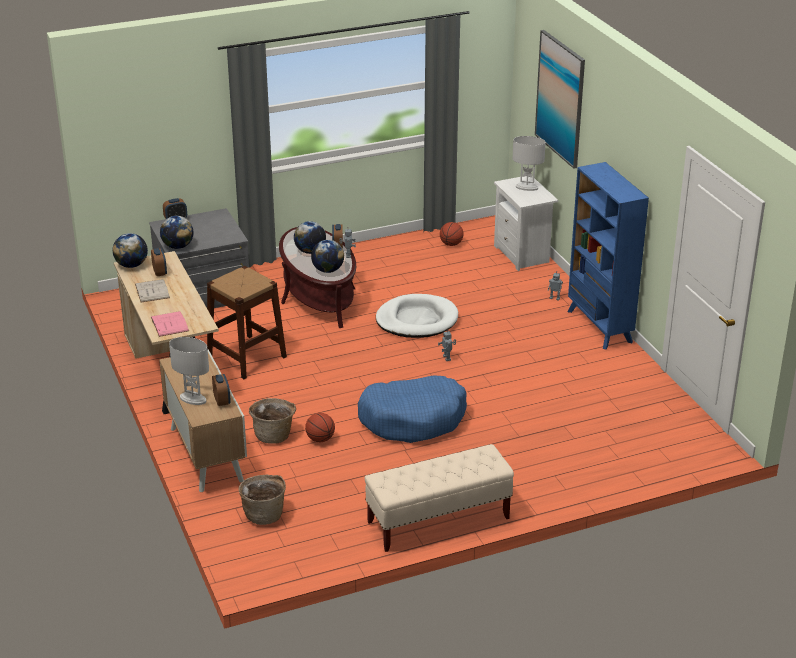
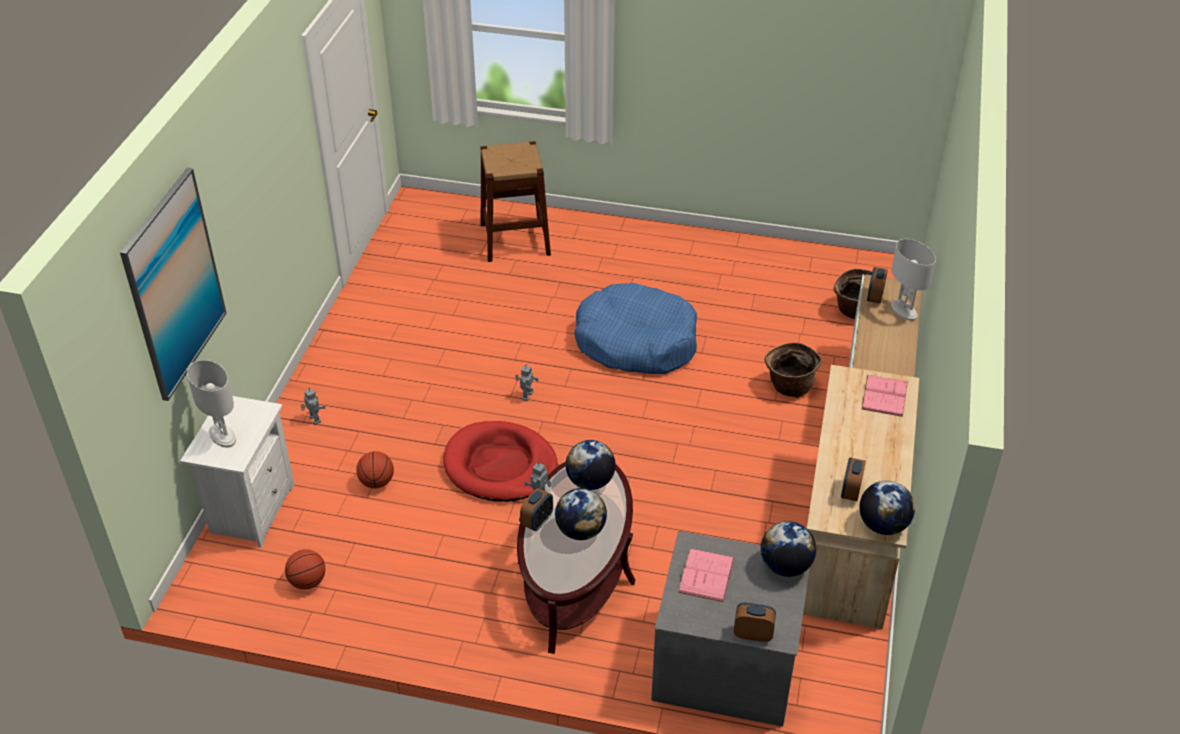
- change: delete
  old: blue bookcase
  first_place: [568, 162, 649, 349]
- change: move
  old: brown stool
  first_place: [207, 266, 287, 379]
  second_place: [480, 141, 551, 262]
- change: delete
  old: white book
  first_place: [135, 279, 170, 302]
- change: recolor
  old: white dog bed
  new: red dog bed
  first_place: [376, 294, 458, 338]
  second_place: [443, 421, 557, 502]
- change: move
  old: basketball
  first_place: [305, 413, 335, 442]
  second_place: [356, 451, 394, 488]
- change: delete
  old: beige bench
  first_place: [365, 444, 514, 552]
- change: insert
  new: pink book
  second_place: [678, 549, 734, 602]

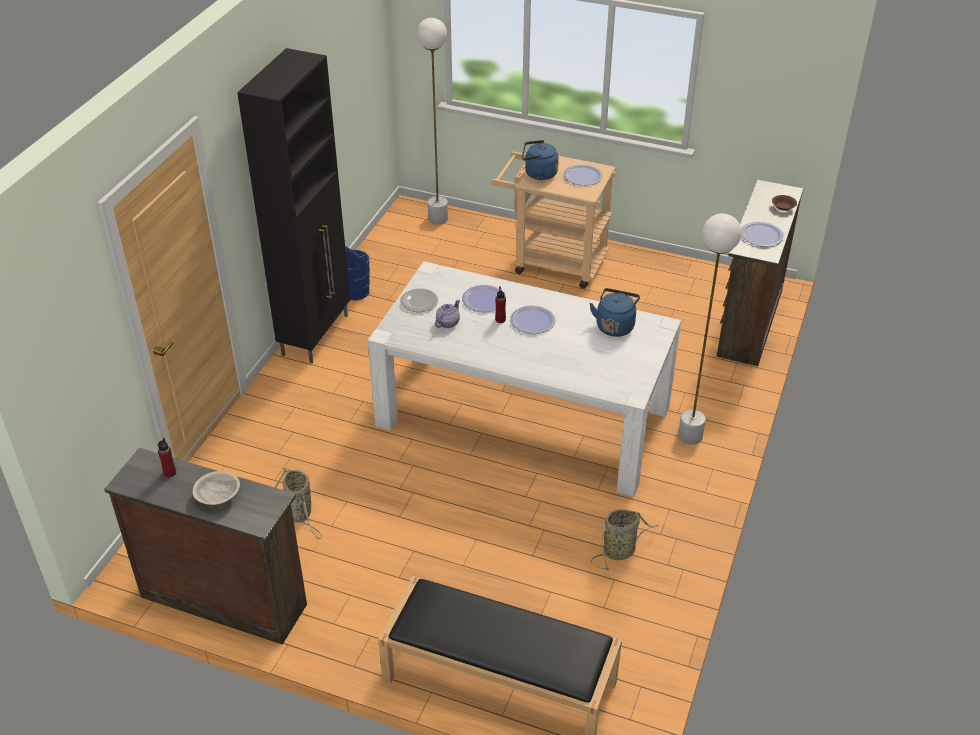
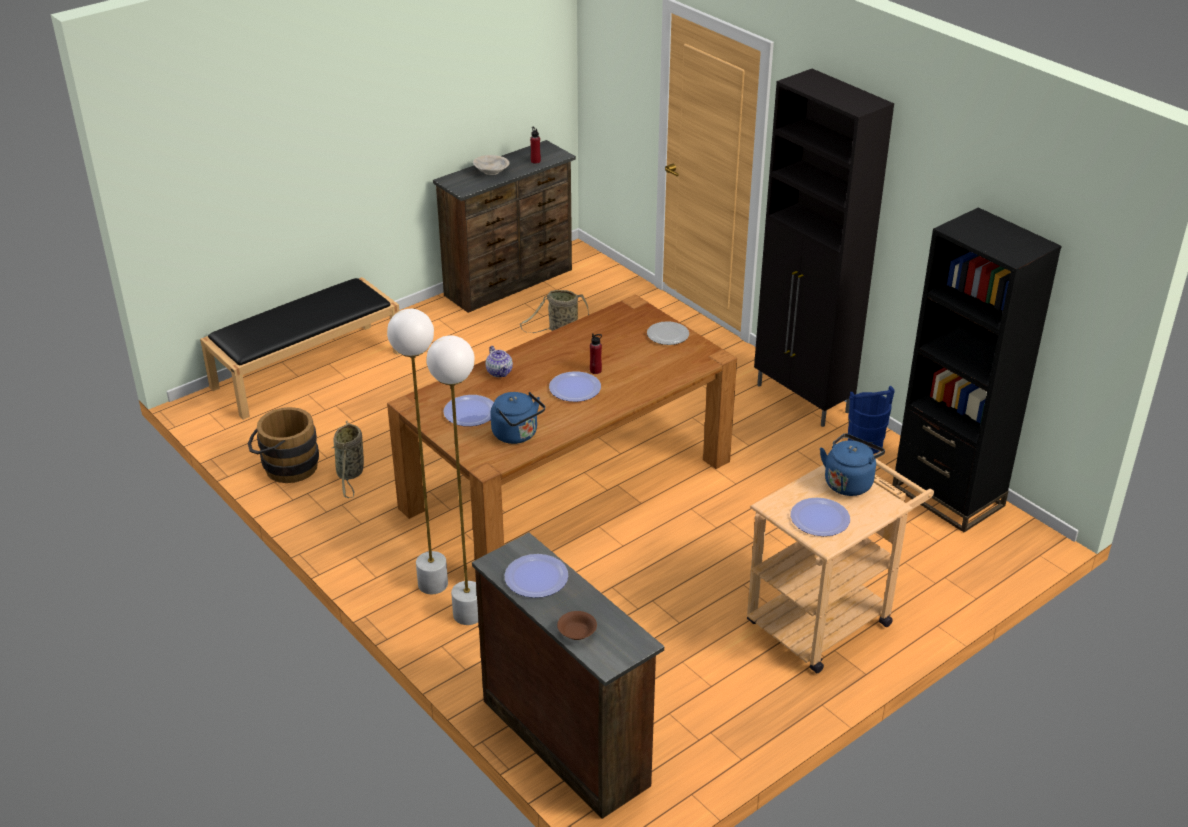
- change: move
  old: white floor lamp
  first_place: [417, 18, 448, 225]
  second_place: [426, 336, 479, 625]
- change: recolor
  old: white dining table
  new: brown dining table
  first_place: [368, 261, 681, 497]
  second_place: [387, 294, 737, 560]
- change: move
  old: plate
  first_place: [462, 285, 506, 312]
  second_place: [443, 395, 494, 426]
- change: move
  old: teapot
  first_place: [435, 300, 460, 328]
  second_place: [486, 346, 513, 377]
- change: insert
  new: black bookcase
  second_place: [892, 207, 1062, 532]
- change: insert
  new: brown bucket
  second_place: [248, 407, 319, 483]

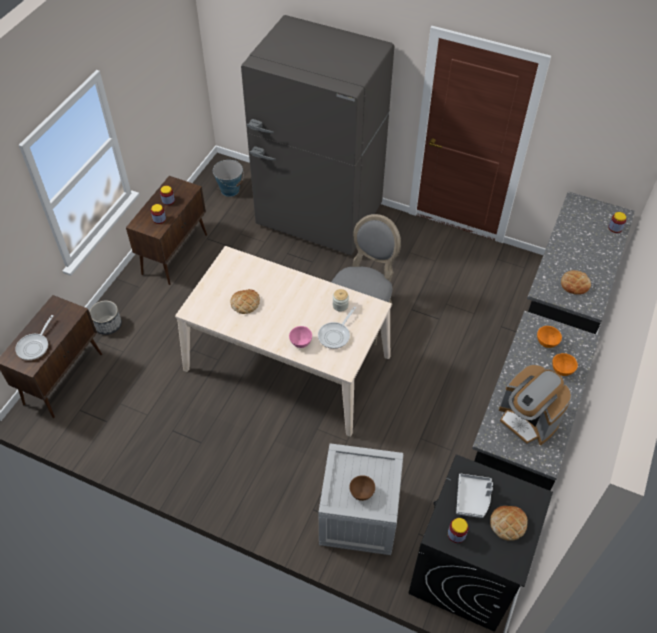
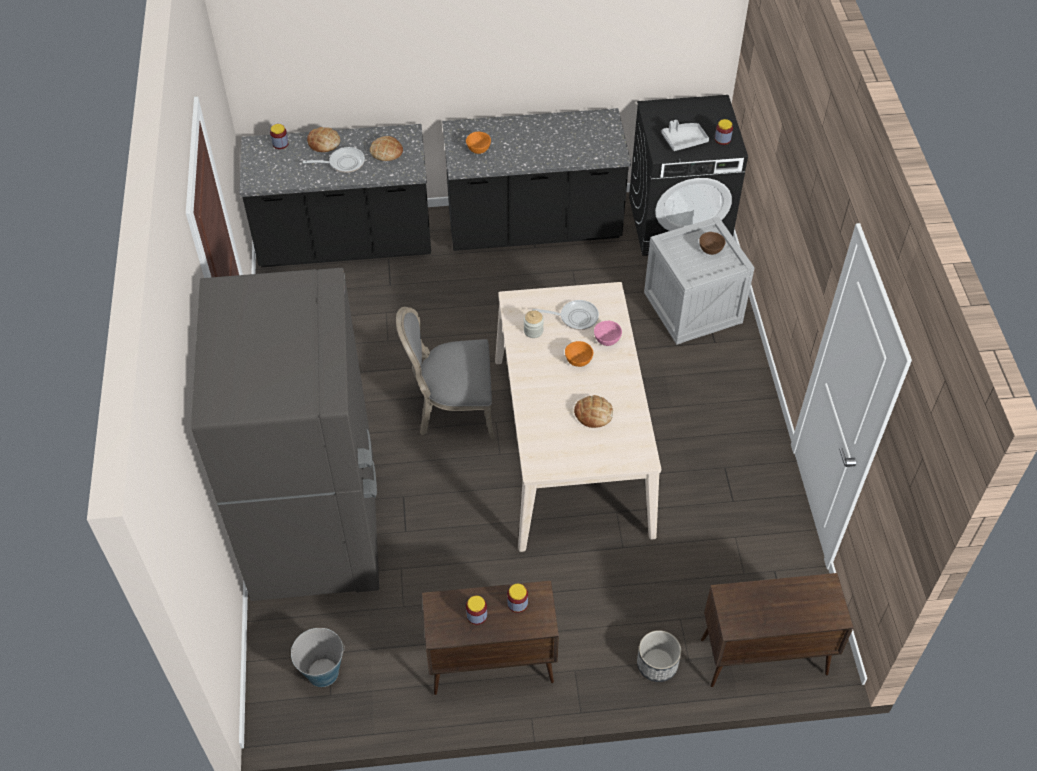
- change: move
  old: frying pan
  first_place: [15, 315, 54, 360]
  second_place: [303, 147, 365, 173]
- change: move
  old: orange bowl
  first_place: [552, 353, 578, 376]
  second_place: [565, 341, 593, 367]
- change: delete
  old: coffee machine
  first_place: [499, 365, 572, 445]
- change: move
  old: bread
  first_place: [490, 506, 528, 541]
  second_place: [307, 127, 340, 152]

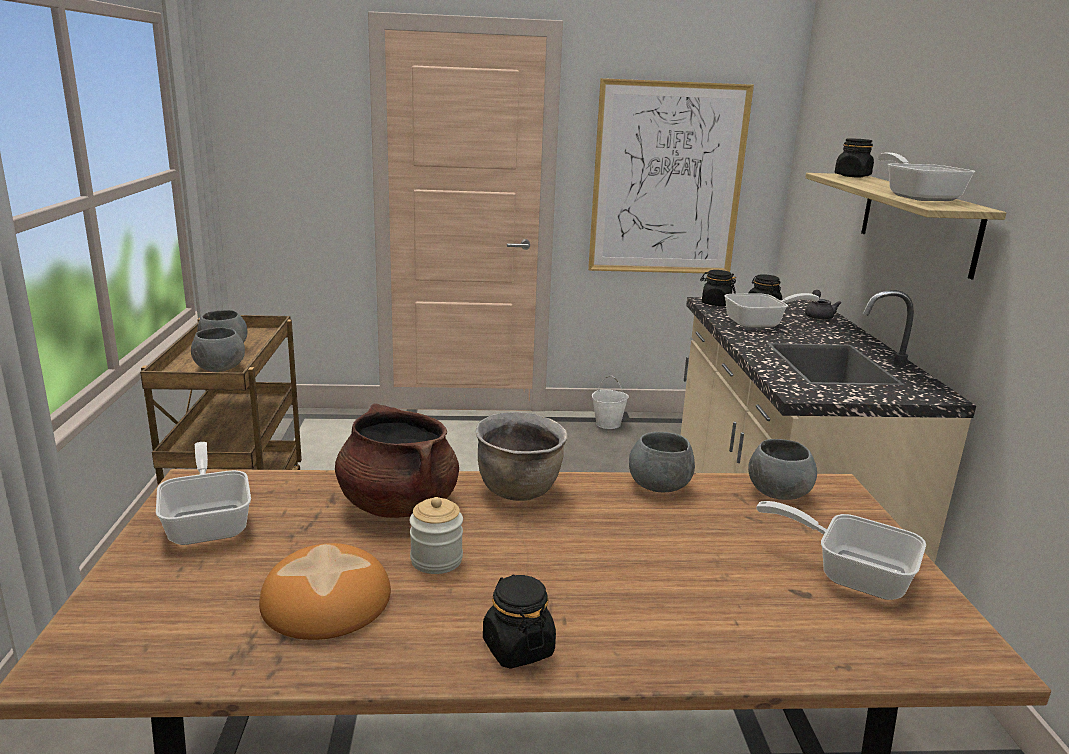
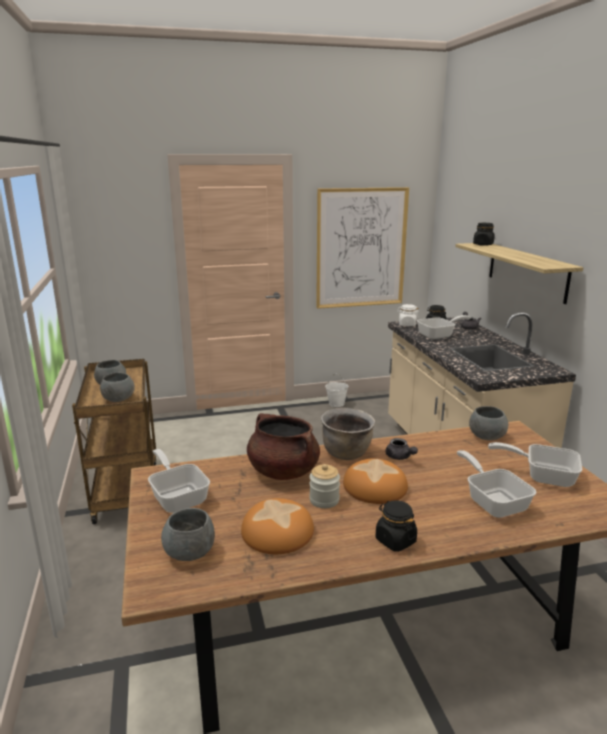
- change: move
  old: frying pan
  first_place: [878, 153, 975, 201]
  second_place: [457, 450, 536, 518]
- change: recolor
  old: black jar
  new: white jar
  first_place: [700, 270, 736, 306]
  second_place: [397, 304, 419, 326]
- change: move
  old: grey bowl
  first_place: [629, 432, 695, 492]
  second_place: [161, 508, 215, 561]
- change: insert
  new: grey teapot
  second_place: [386, 438, 418, 460]
- change: insert
  new: bread
  second_place: [343, 459, 408, 504]

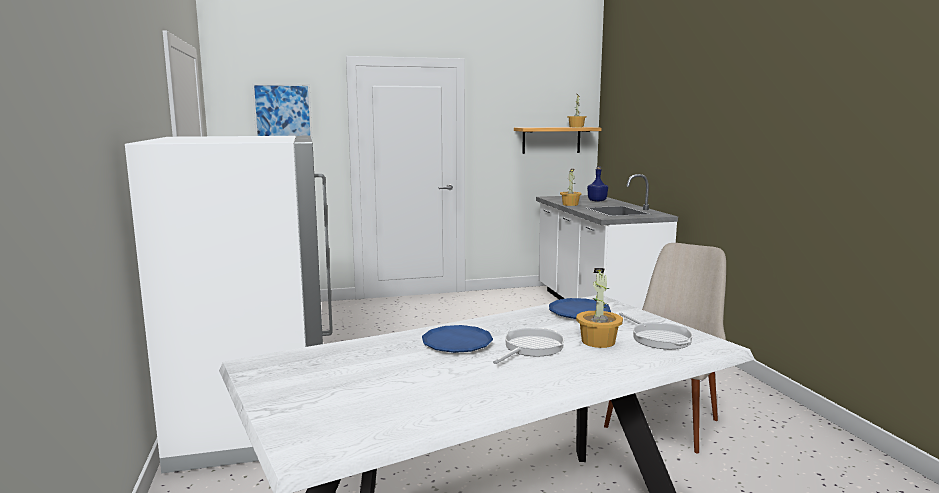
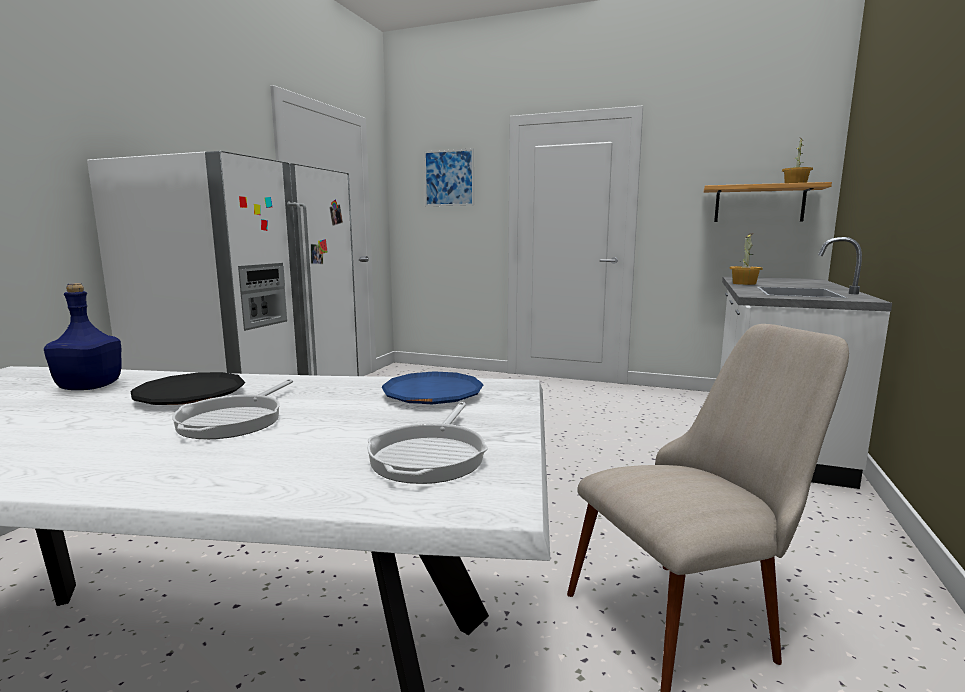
- change: move
  old: blue bottle
  first_place: [587, 166, 608, 201]
  second_place: [44, 283, 122, 390]
- change: delete
  old: potted plant
  first_place: [576, 268, 623, 348]
- change: recolor
  old: blue plate
  new: black plate
  first_place: [422, 325, 493, 353]
  second_place: [131, 372, 245, 405]
- change: rotate
  old: frying pan
  first_place: [493, 328, 564, 364]
  second_place: [172, 379, 293, 439]
  degrees: 120

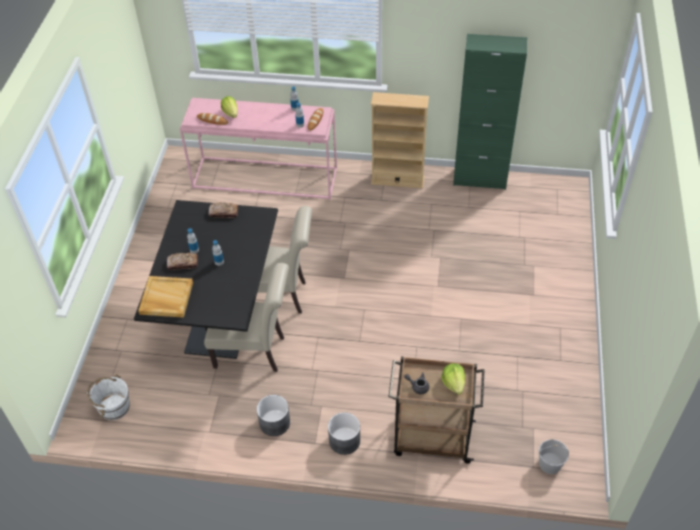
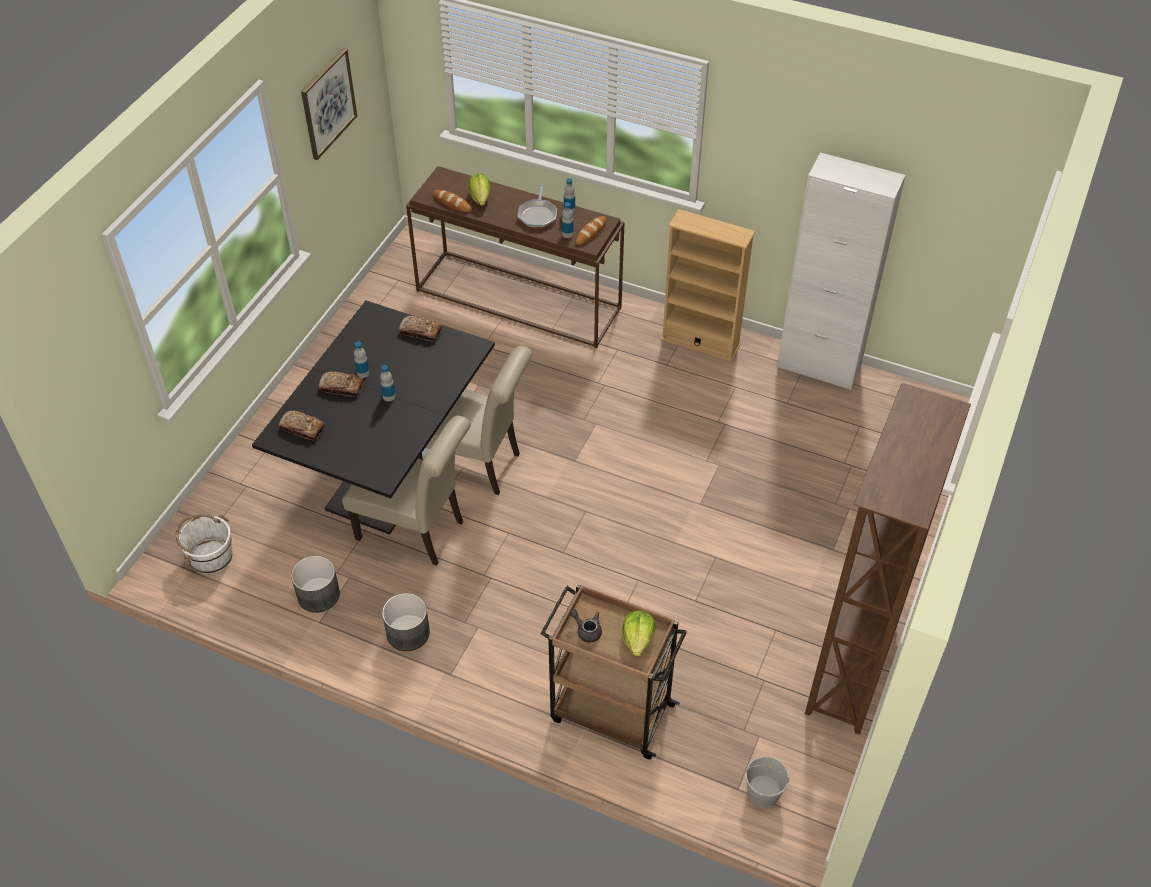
- change: recolor
  old: green cabinet
  new: white cabinet
  first_place: [453, 34, 527, 190]
  second_place: [777, 152, 906, 390]
- change: recolor
  old: pink console table
  new: brown console table
  first_place: [180, 98, 337, 200]
  second_place: [406, 166, 625, 348]
- change: replace
  old: beige tray
  new: bread
  first_place: [138, 276, 193, 318]
  second_place: [279, 411, 325, 440]
- change: move
  old: grey planter
  first_place: [328, 412, 360, 455]
  second_place: [291, 556, 340, 613]
- change: insert
  new: picture
  second_place: [301, 48, 357, 160]
- change: insert
  new: frying pan
  second_place: [518, 184, 557, 228]
- change: insert
  new: brown bookcase
  second_place: [805, 383, 971, 735]

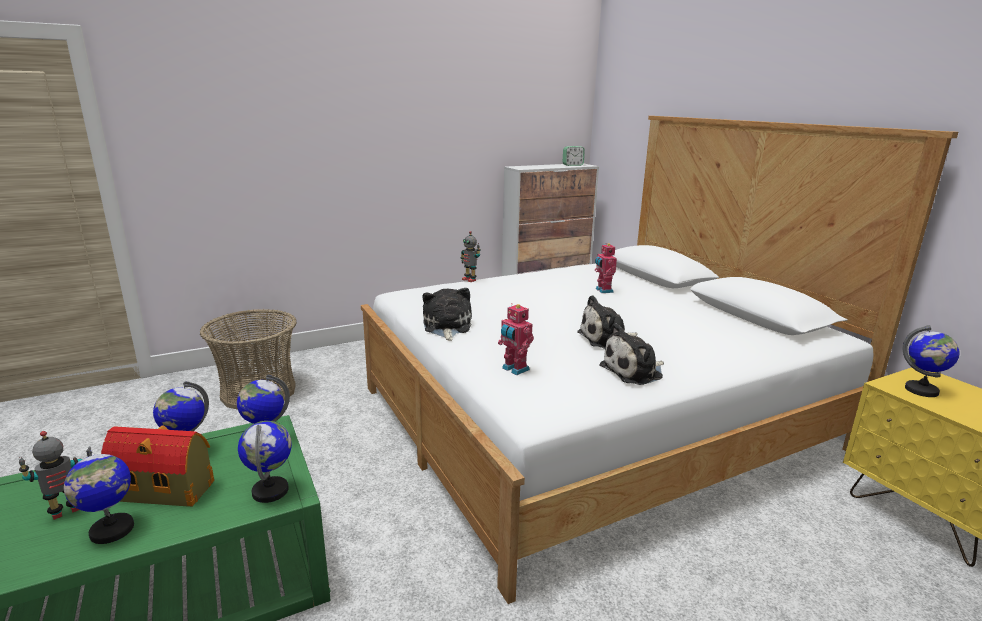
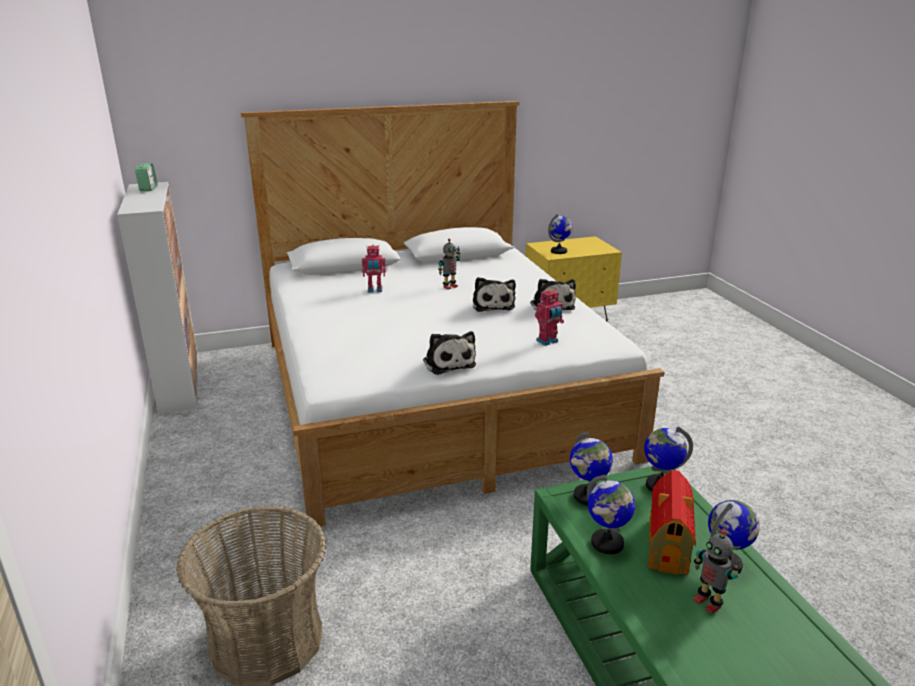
- change: move
  old: toy robot
  first_place: [461, 231, 481, 282]
  second_place: [438, 239, 460, 289]
- change: rotate
  old: plush toy
  first_place: [422, 288, 472, 341]
  second_place: [423, 331, 476, 375]
  degrees: -120

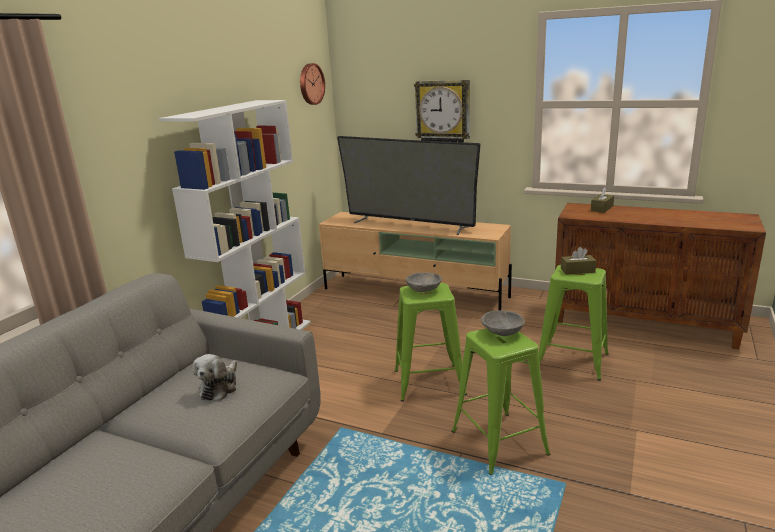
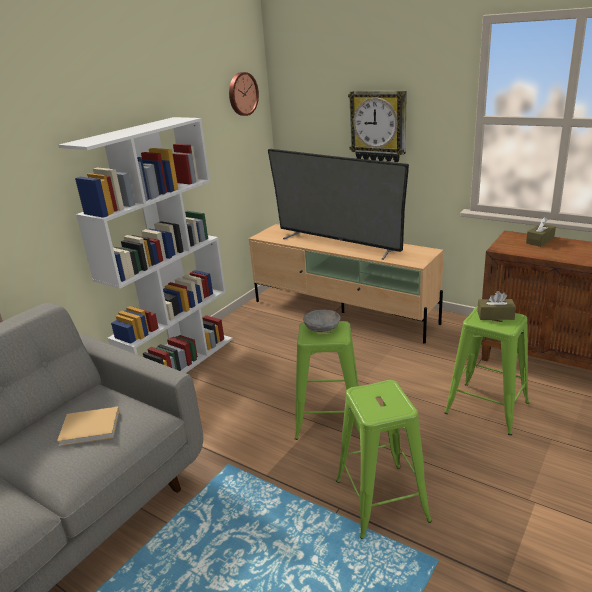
- change: delete
  old: grey bowl
  first_place: [481, 310, 524, 336]
- change: replace
  old: plush toy
  new: beige book
  first_place: [192, 354, 237, 401]
  second_place: [57, 407, 119, 446]

